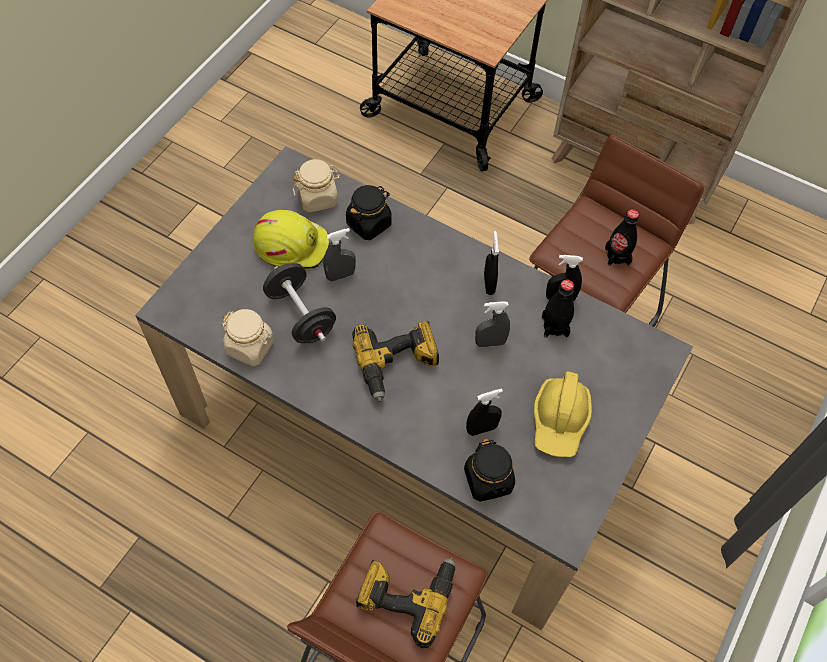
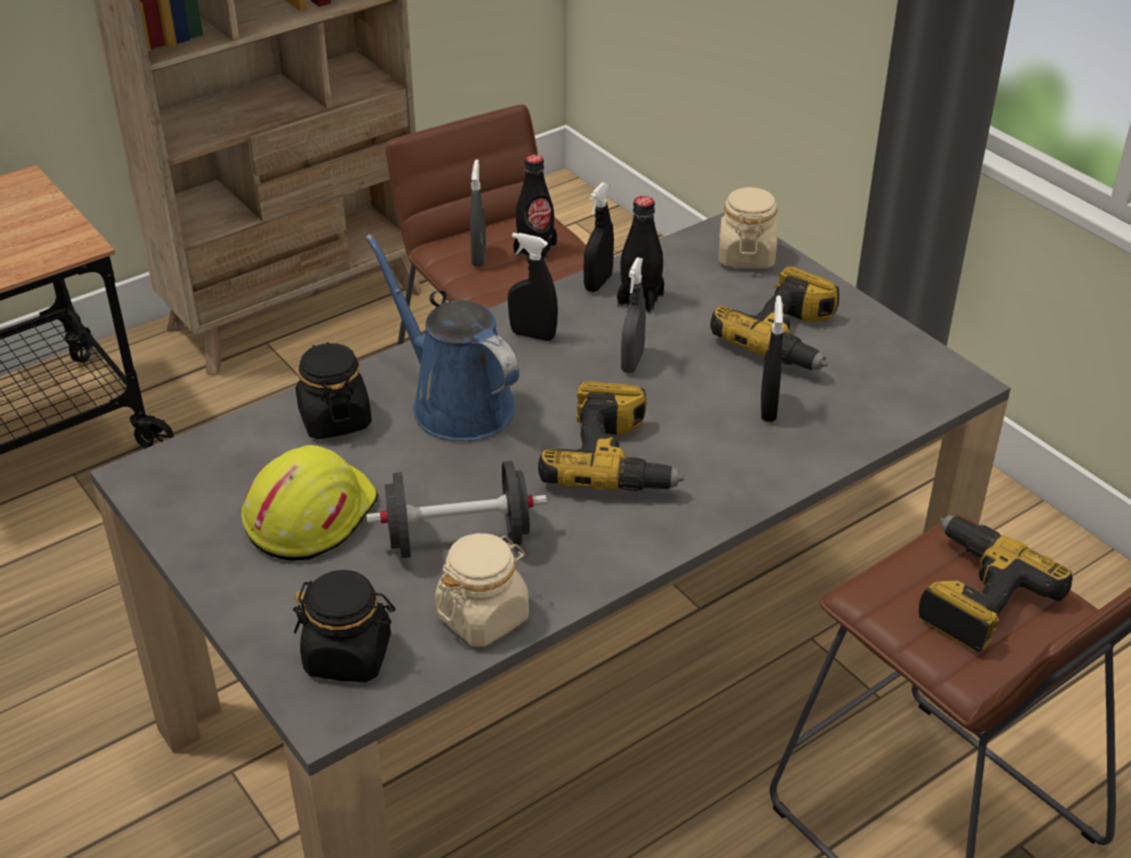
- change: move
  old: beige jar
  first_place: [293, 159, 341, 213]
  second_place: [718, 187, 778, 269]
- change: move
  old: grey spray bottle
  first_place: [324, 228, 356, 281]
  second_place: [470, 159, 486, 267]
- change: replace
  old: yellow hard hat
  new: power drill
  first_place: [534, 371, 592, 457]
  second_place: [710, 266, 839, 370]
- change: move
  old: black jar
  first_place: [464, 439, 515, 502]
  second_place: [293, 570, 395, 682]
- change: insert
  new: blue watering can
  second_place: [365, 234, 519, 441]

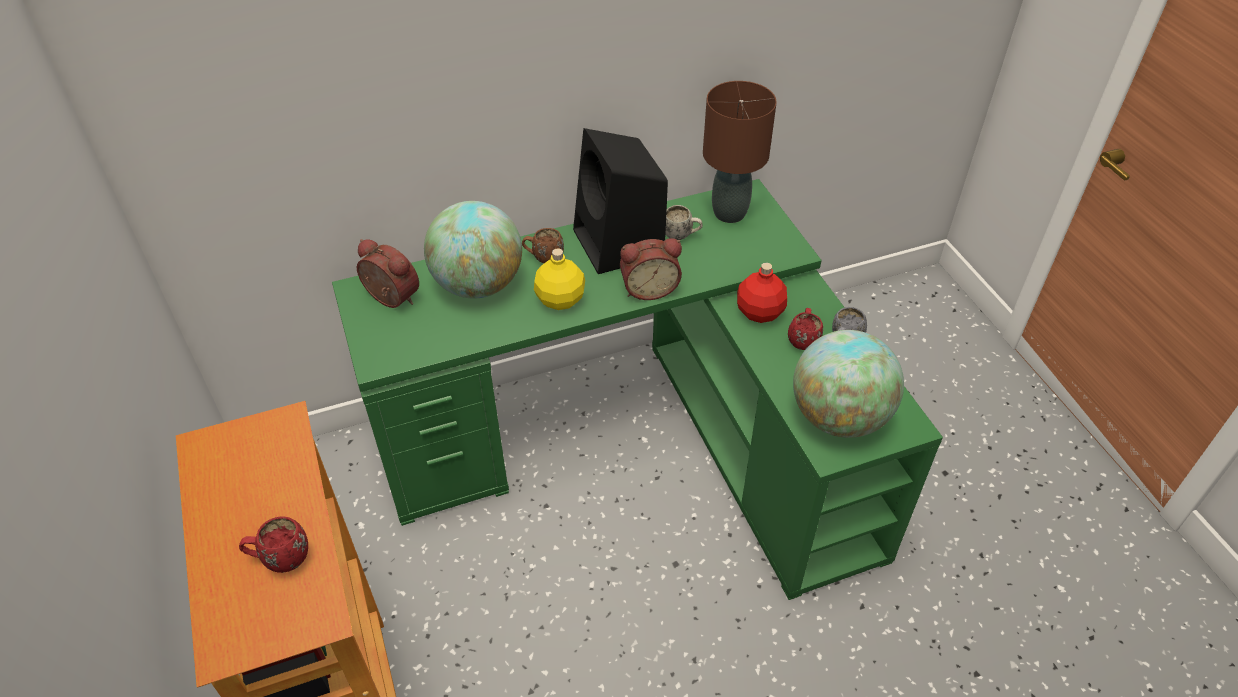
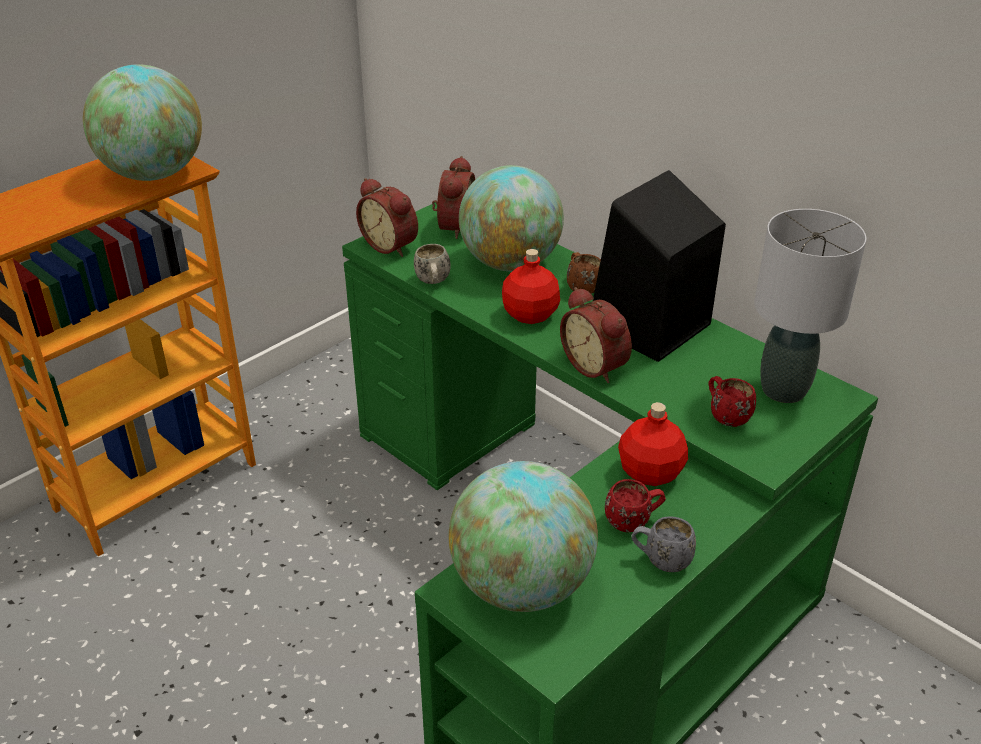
- change: recolor
  old: brown table lamp
  new: grey table lamp
  first_place: [703, 81, 777, 223]
  second_place: [754, 209, 867, 403]
- change: move
  old: white mug
  first_place: [665, 205, 703, 240]
  second_place: [414, 244, 450, 284]
- change: recolor
  old: yellow bottle
  new: red bottle
  first_place: [534, 248, 585, 310]
  second_place: [502, 249, 560, 324]
- change: move
  old: red mug
  first_place: [239, 516, 308, 573]
  second_place: [708, 376, 756, 427]
- change: insert
  new: globe
  second_place: [83, 64, 202, 181]
- change: insert
  new: alarm clock
  second_place: [356, 178, 418, 257]

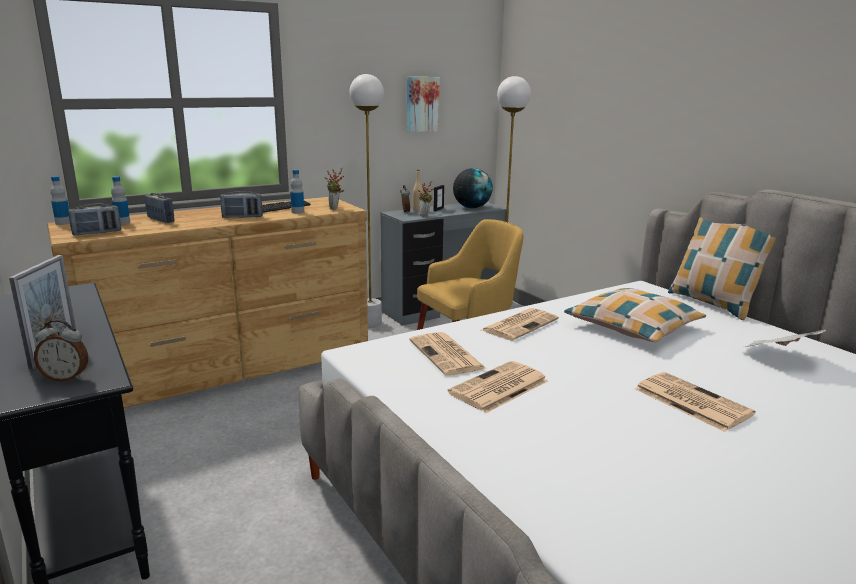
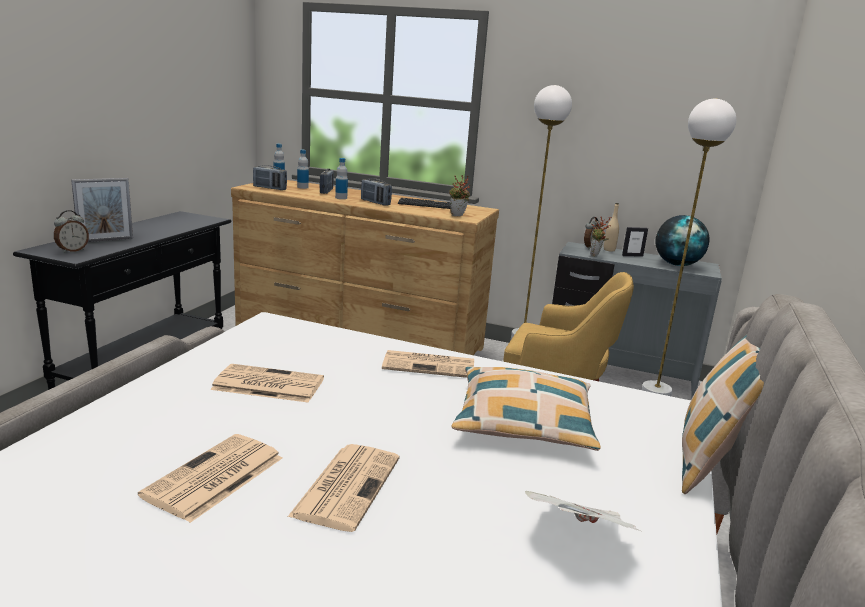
- change: delete
  old: picture
  first_place: [407, 77, 440, 132]
- change: move
  old: bottle
  first_place: [290, 169, 304, 214]
  second_place: [335, 158, 348, 199]
- change: rotate
  old: alarm clock
  first_place: [34, 319, 88, 382]
  second_place: [54, 210, 89, 253]
  degrees: -105
- change: move
  old: newspaper
  first_place: [409, 332, 487, 376]
  second_place: [138, 434, 282, 523]

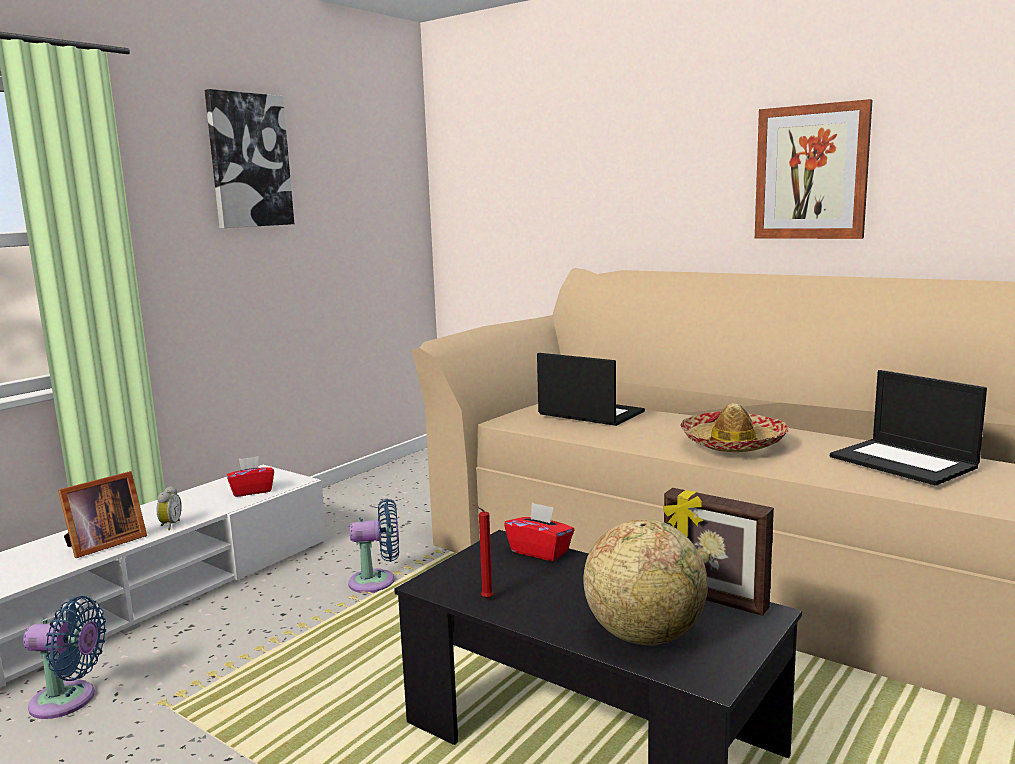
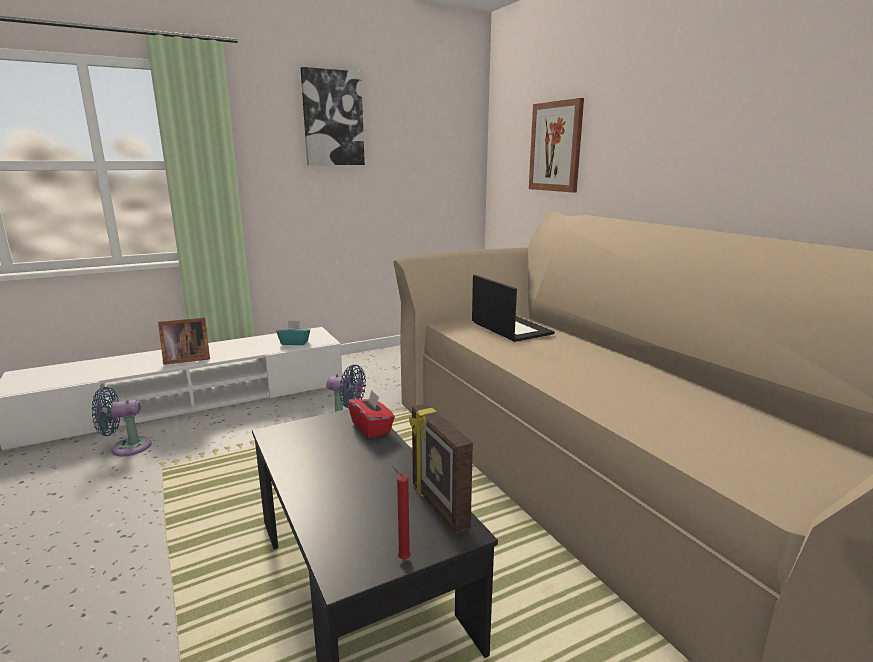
- change: move
  old: picture
  first_place: [755, 99, 873, 239]
  second_place: [529, 98, 584, 192]
- change: delete
  old: laptop
  first_place: [830, 370, 987, 486]
- change: delete
  old: hat
  first_place: [680, 403, 789, 452]
- change: recolor
  old: red tissue box
  new: turquoise tissue box
  first_place: [227, 456, 274, 497]
  second_place: [277, 320, 310, 345]
- change: delete
  old: alarm clock
  first_place: [157, 486, 182, 530]
- change: move
  old: red candle
  first_place: [473, 504, 494, 599]
  second_place: [392, 466, 411, 559]
- change: delete
  old: globe
  first_place: [583, 519, 708, 645]
- change: rotate
  old: blue fan
  first_place: [23, 596, 106, 719]
  second_place: [92, 387, 152, 456]
  degrees: 135

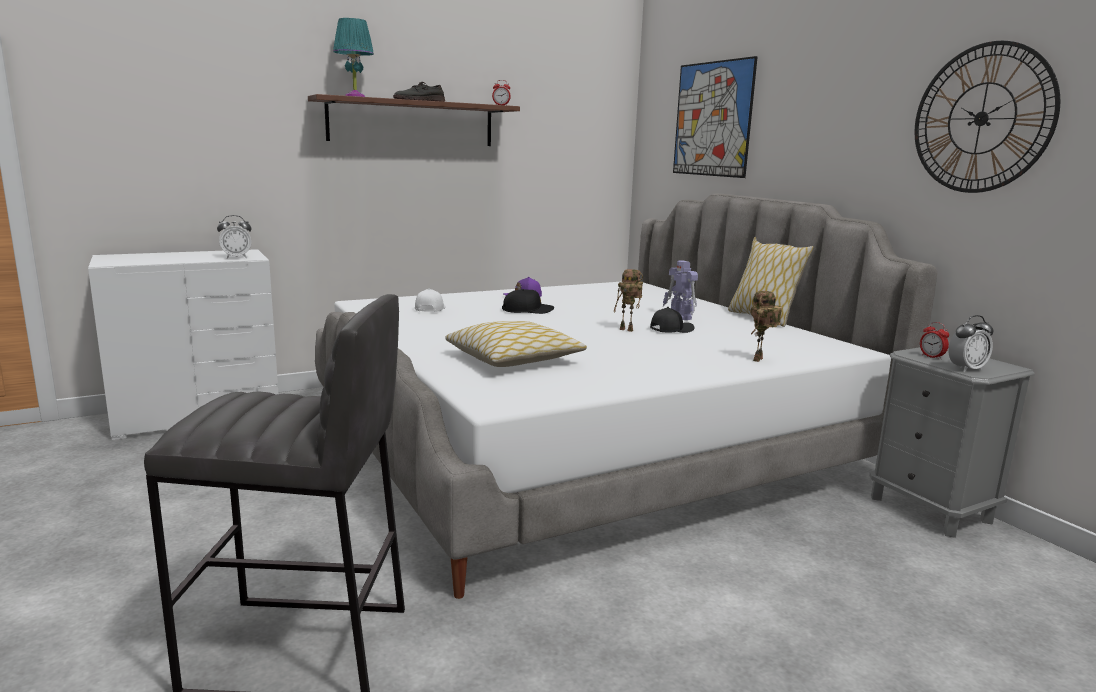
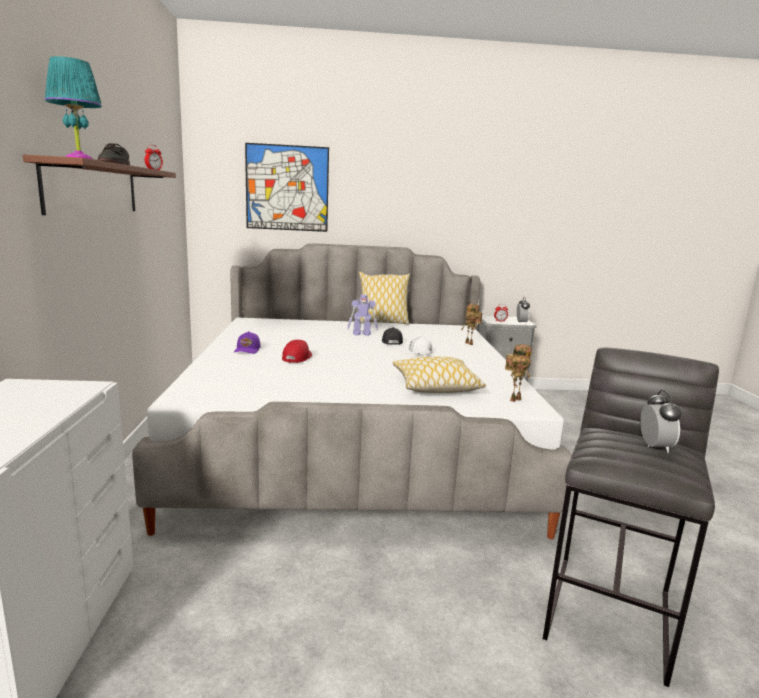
- change: delete
  old: wall clock
  first_place: [914, 41, 1060, 193]
- change: move
  old: alarm clock
  first_place: [217, 215, 252, 259]
  second_place: [640, 390, 682, 453]
- change: move
  old: toy robot
  first_place: [614, 269, 643, 332]
  second_place: [505, 344, 532, 402]
- change: move
  old: white cap
  first_place: [415, 288, 446, 312]
  second_place: [399, 336, 433, 355]
- change: recolor
  old: black cap
  new: red cap
  first_place: [502, 289, 554, 314]
  second_place: [282, 340, 312, 363]

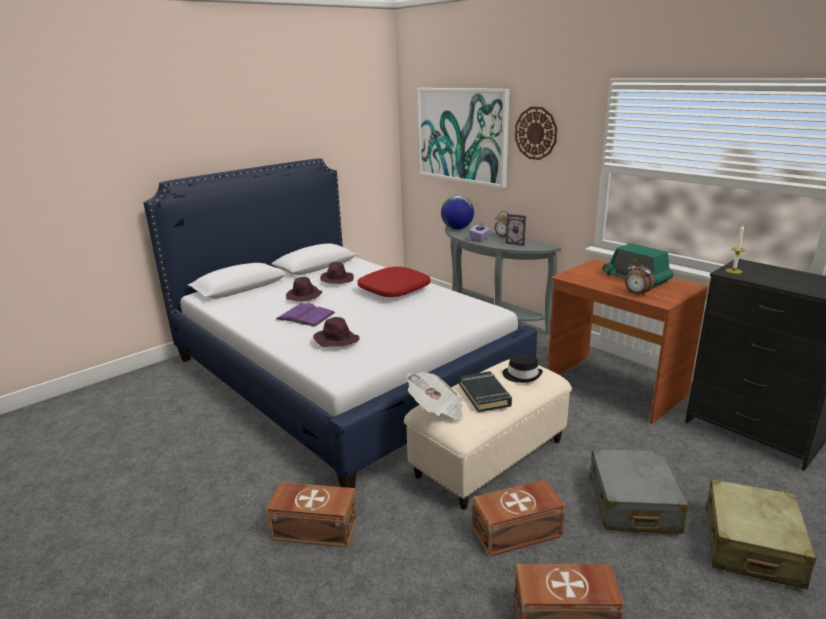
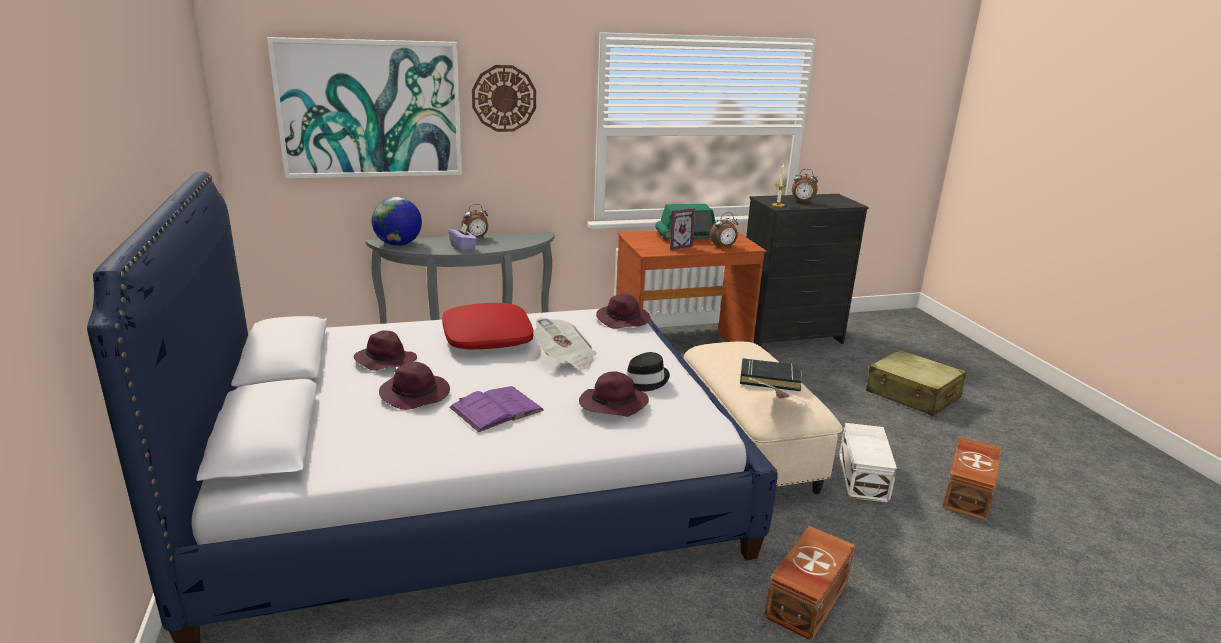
- change: move
  old: picture frame
  first_place: [505, 214, 526, 246]
  second_place: [670, 208, 695, 250]
- change: move
  old: black hat
  first_place: [502, 355, 543, 383]
  second_place: [626, 352, 670, 392]
- change: delete
  old: grey suitcase
  first_place: [590, 449, 688, 534]
- change: recolor
  old: brown storage box
  new: white storage box
  first_place: [473, 480, 565, 557]
  second_place: [839, 423, 897, 503]
- change: insert
  new: alarm clock
  second_place: [792, 169, 818, 203]
- change: insert
  new: purple hat
  second_place: [596, 294, 650, 328]
- change: insert
  new: newspaper
  second_place: [533, 317, 596, 371]

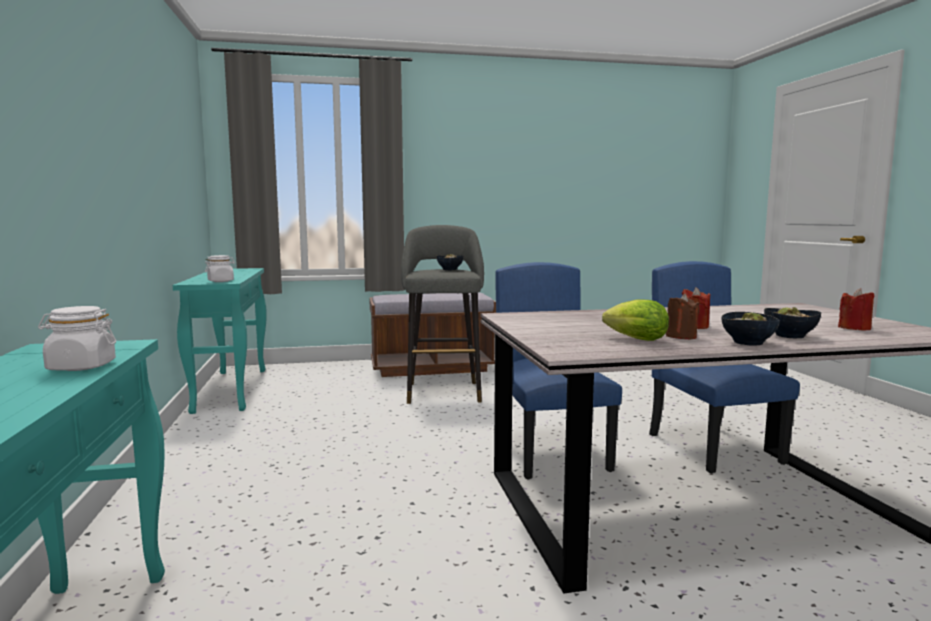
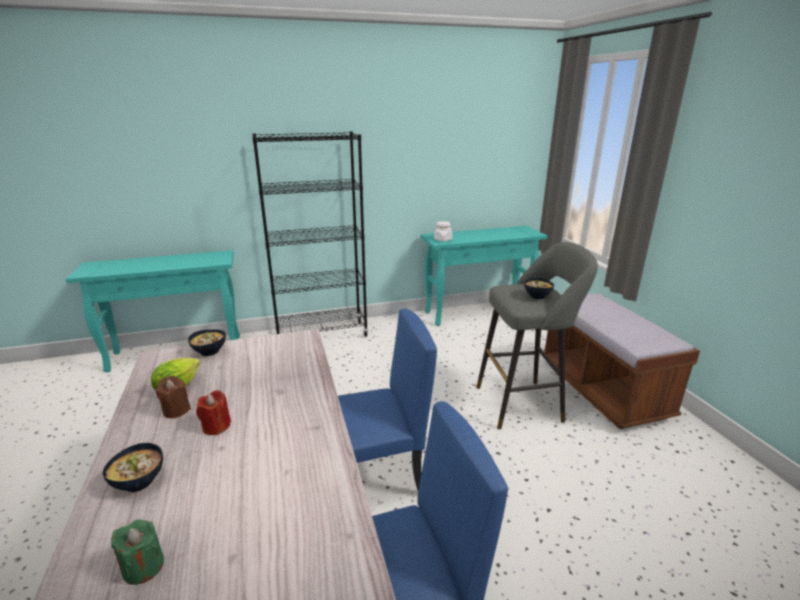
- change: recolor
  old: red candle
  new: green candle
  first_place: [838, 288, 875, 331]
  second_place: [111, 519, 164, 585]
- change: delete
  old: white jar
  first_place: [38, 306, 116, 371]
- change: move
  old: bowl
  first_place: [722, 312, 780, 346]
  second_place: [188, 329, 226, 356]
- change: insert
  new: black bookcase
  second_place: [252, 131, 368, 337]

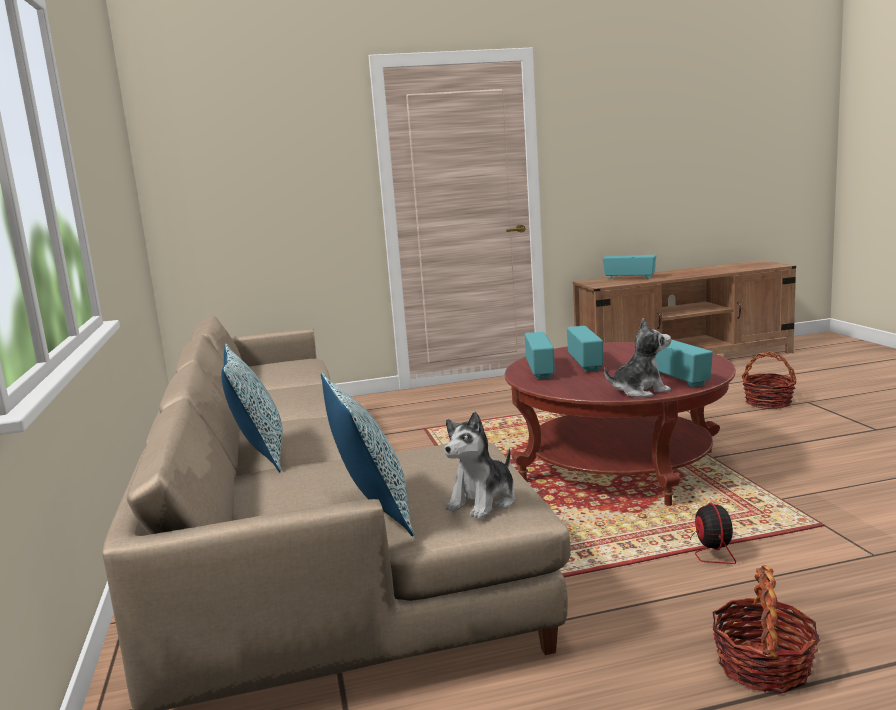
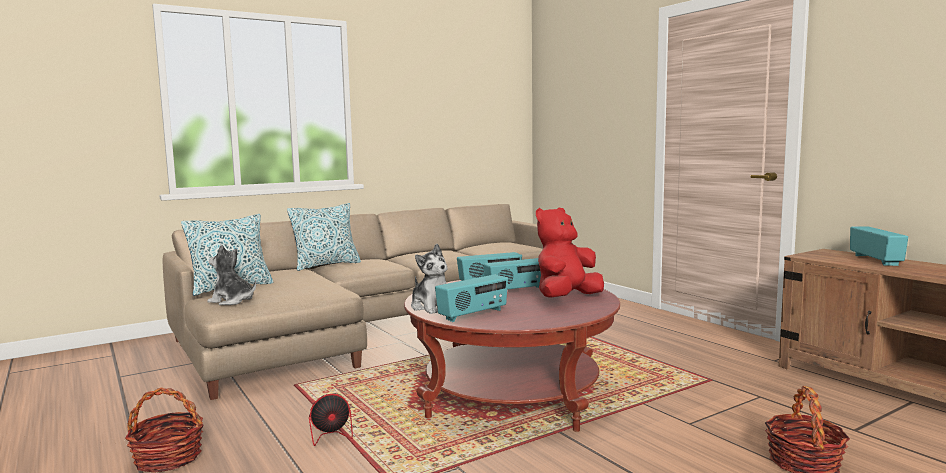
- change: insert
  new: red plush toy
  second_place: [536, 208, 604, 297]

